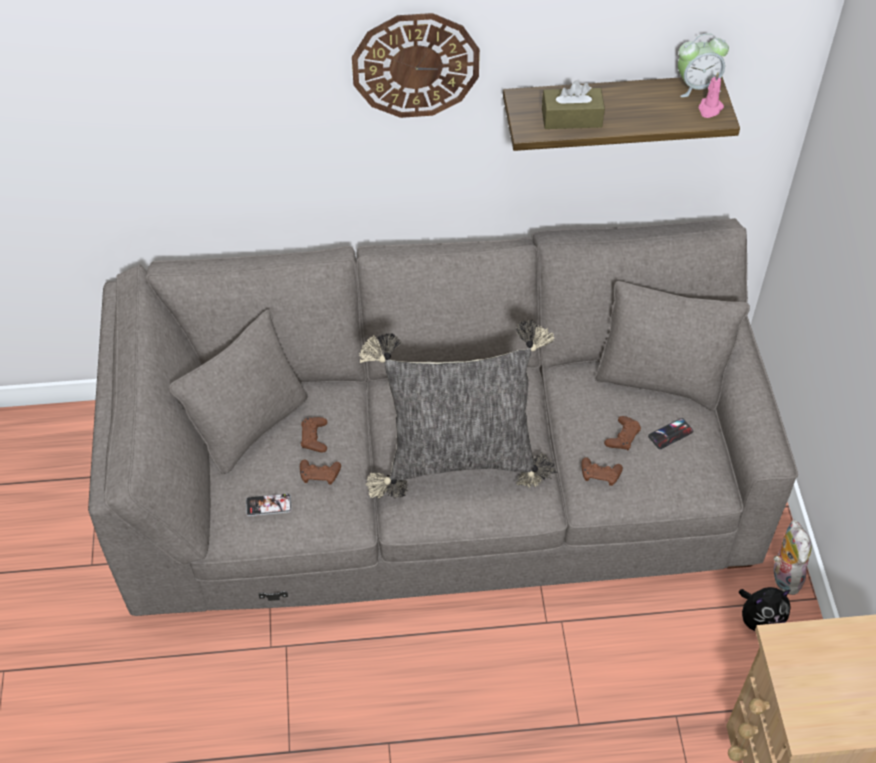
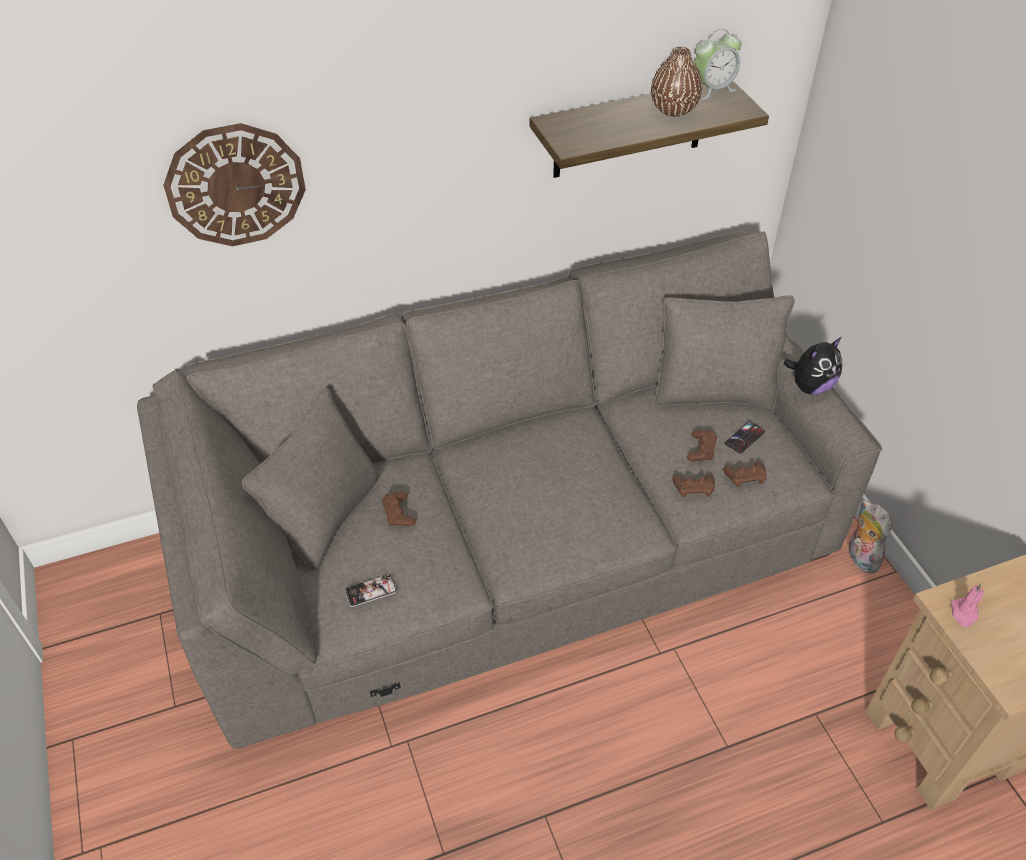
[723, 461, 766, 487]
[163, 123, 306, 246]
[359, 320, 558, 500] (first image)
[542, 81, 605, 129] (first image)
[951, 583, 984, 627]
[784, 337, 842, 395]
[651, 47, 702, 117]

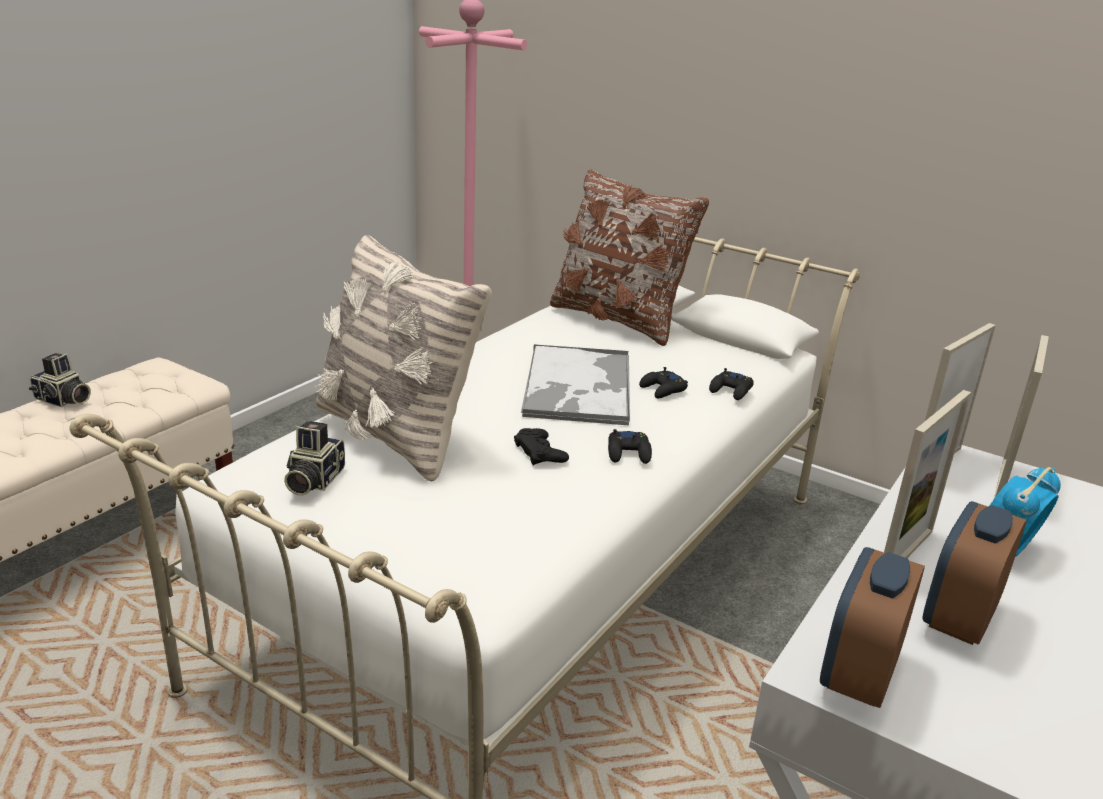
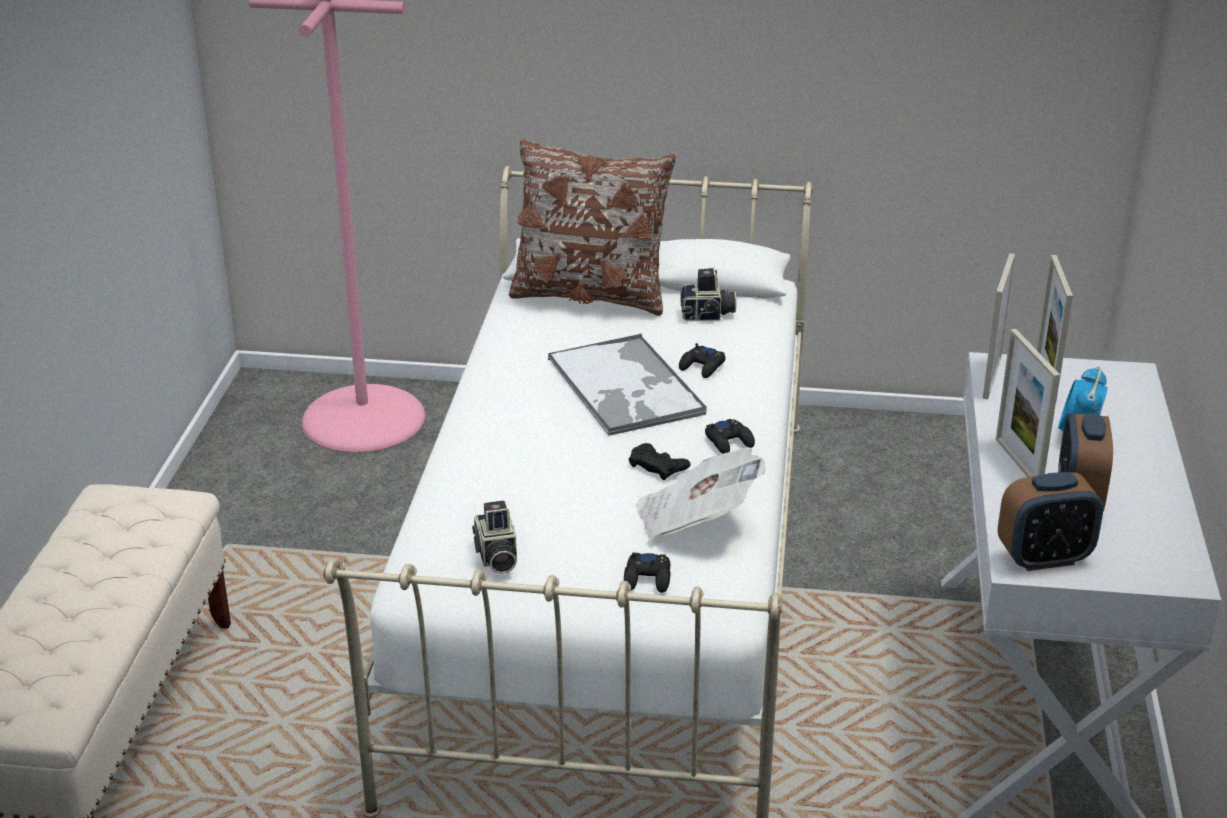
[680, 266, 736, 321]
[316, 235, 492, 481] (first image)
[624, 553, 671, 593]
[998, 472, 1103, 571]
[996, 329, 1060, 477]
[636, 448, 766, 538]

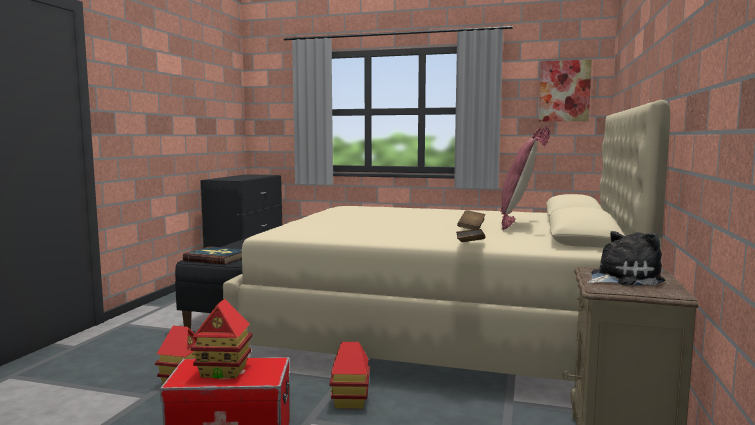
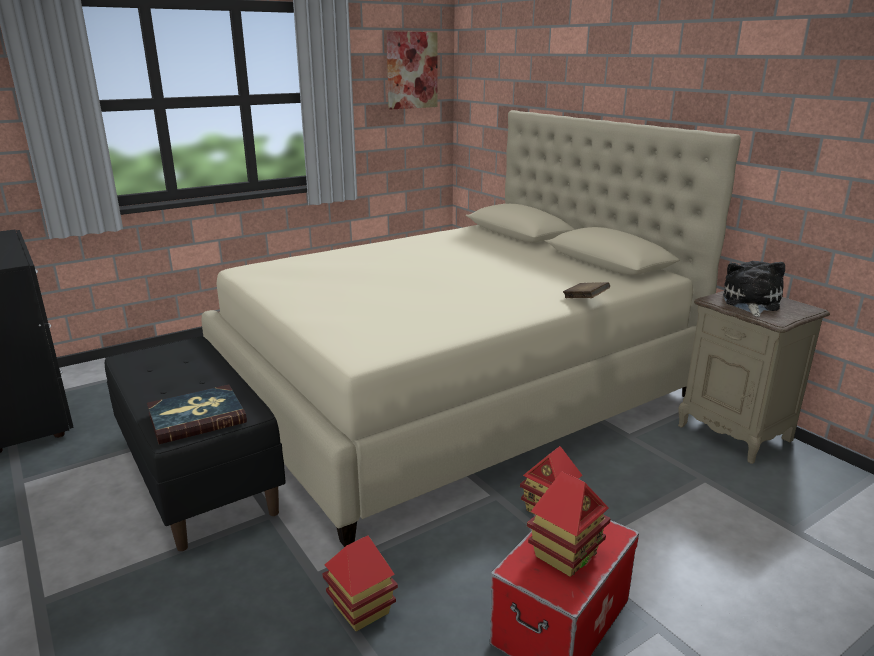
[457, 210, 486, 230] (first image)
[501, 126, 550, 231] (first image)

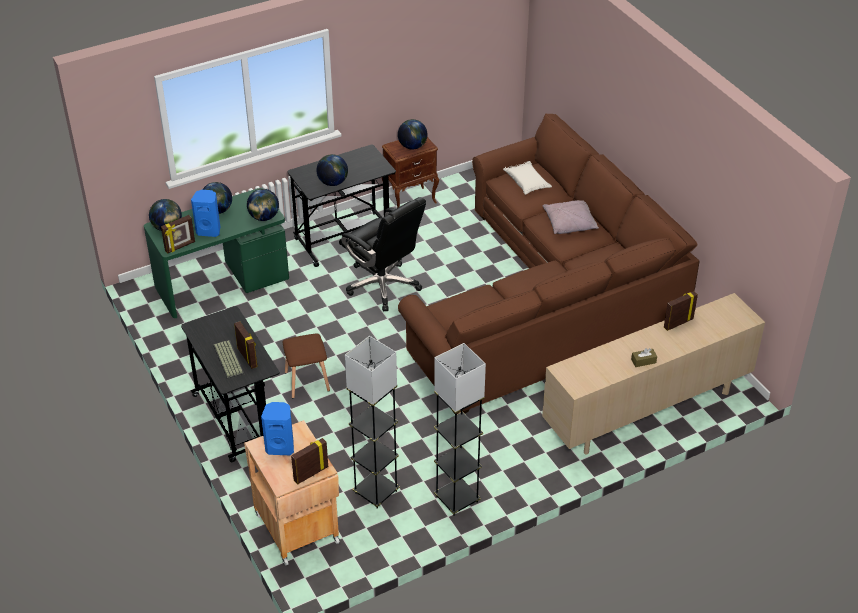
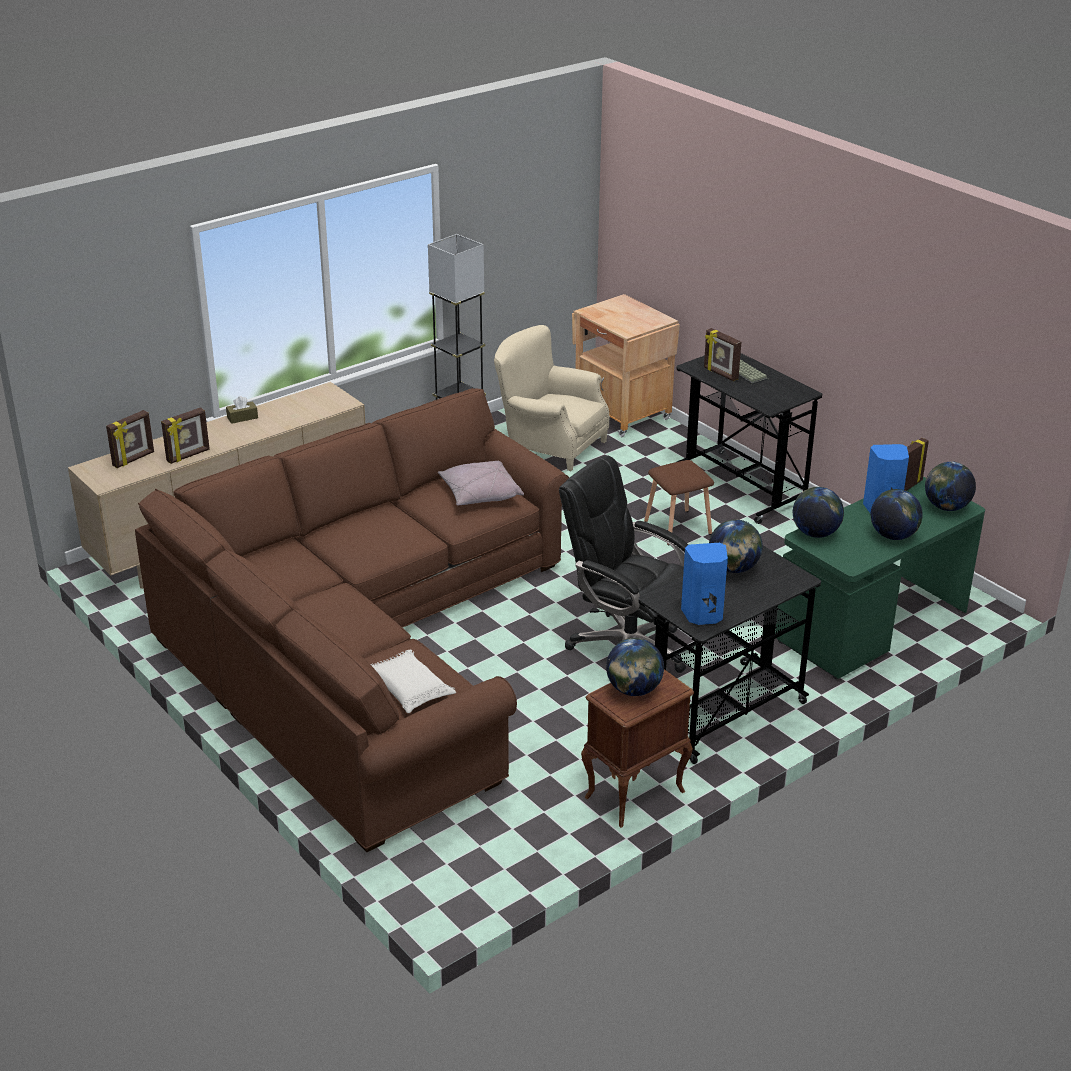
[681, 543, 728, 625]
[106, 410, 154, 468]
[494, 325, 609, 471]
[438, 461, 524, 506]

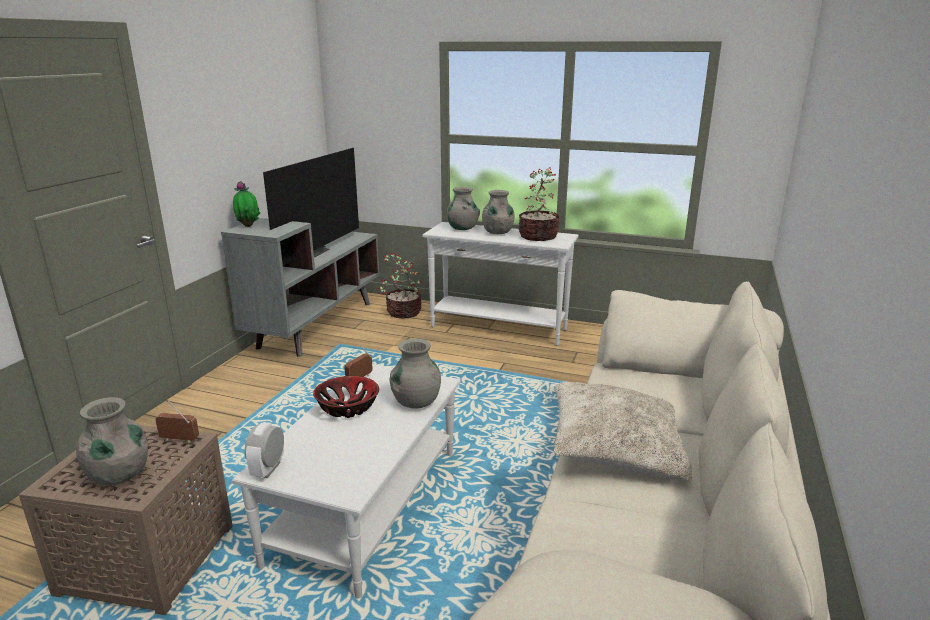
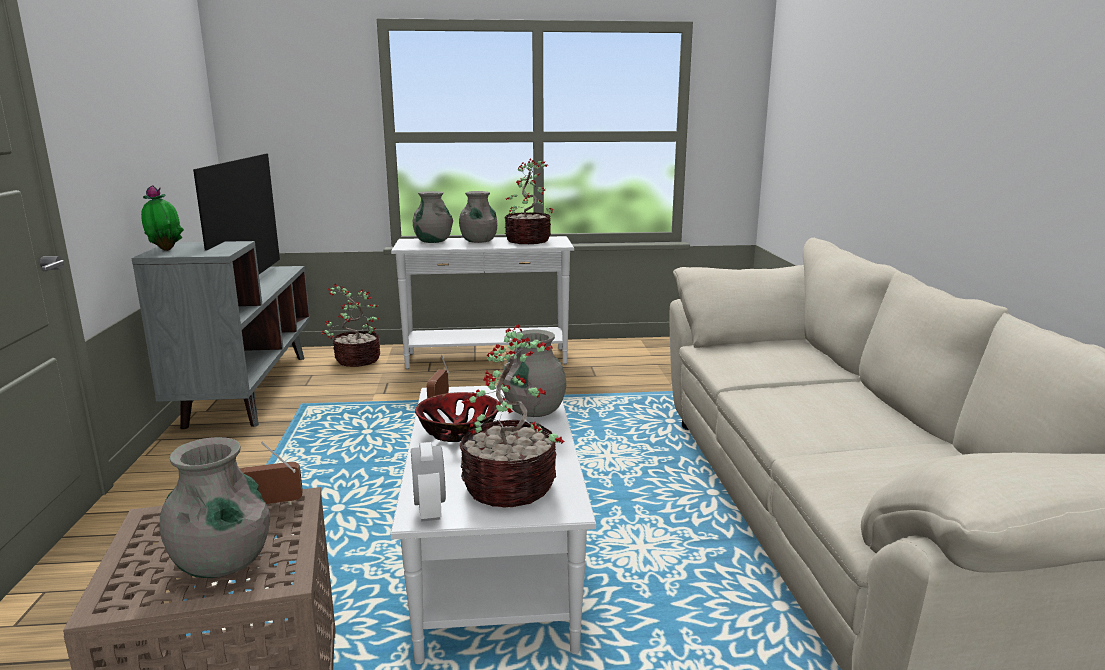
[554, 381, 692, 480] (first image)
[460, 324, 564, 508]

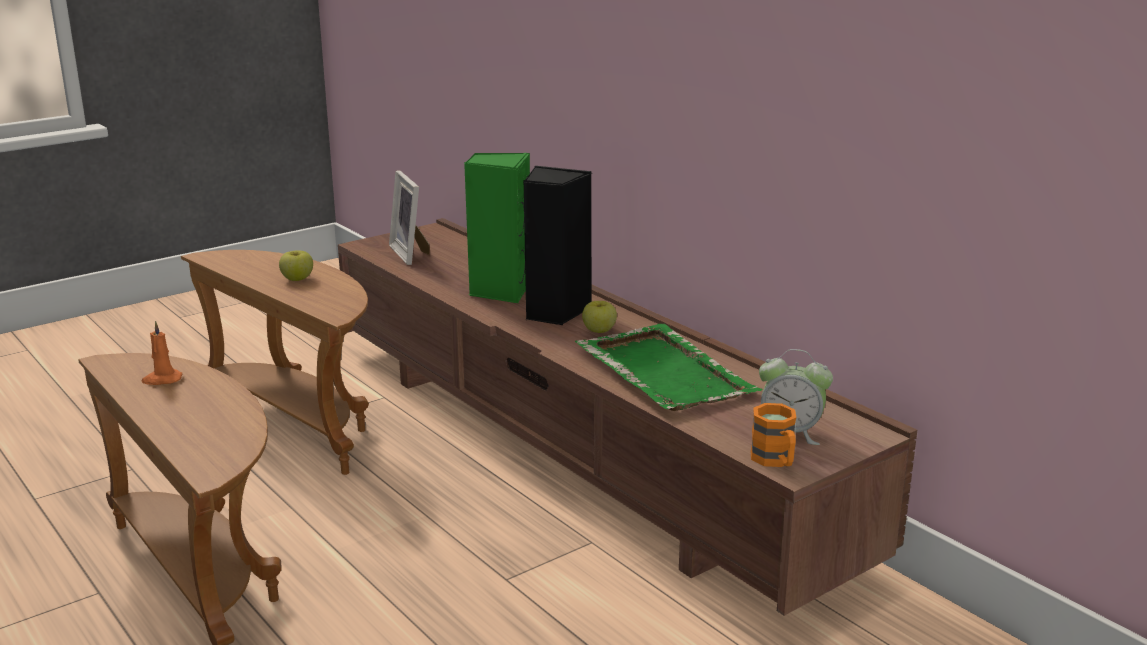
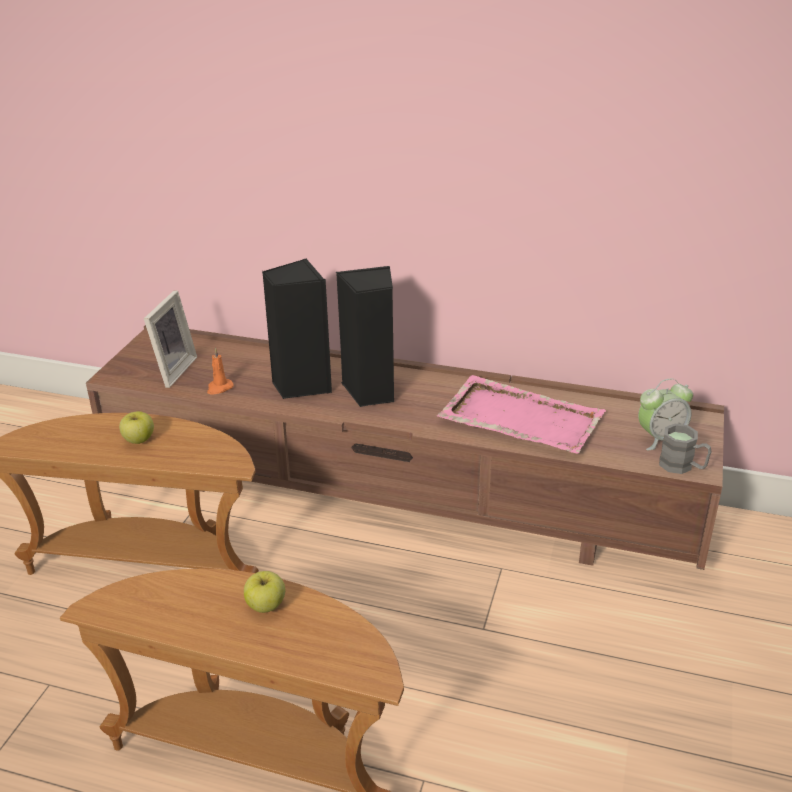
[207, 348, 234, 394]
[144, 290, 197, 388]
[262, 259, 332, 399]
[437, 375, 606, 454]
[244, 571, 285, 613]
[659, 424, 712, 474]

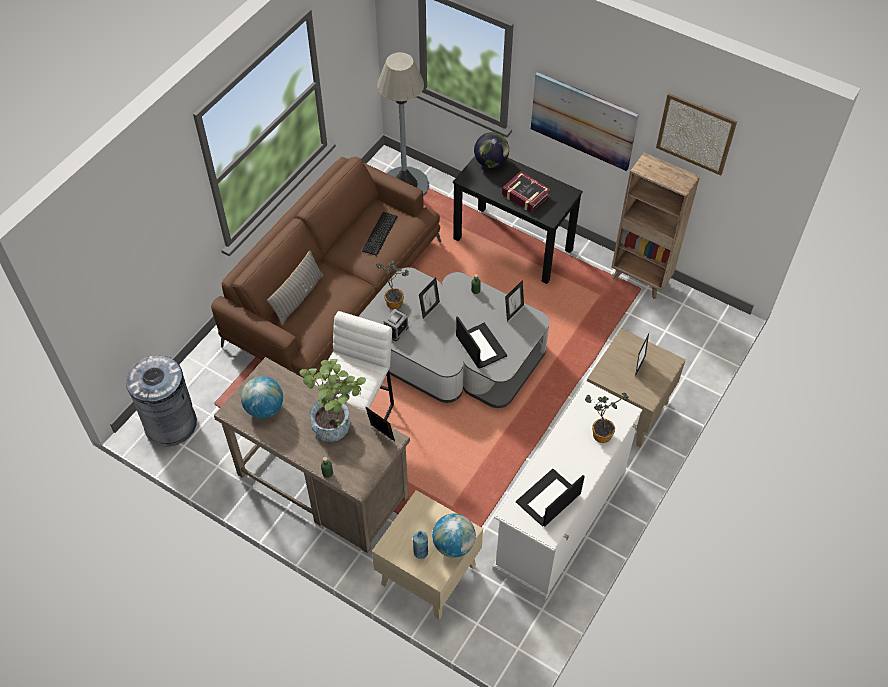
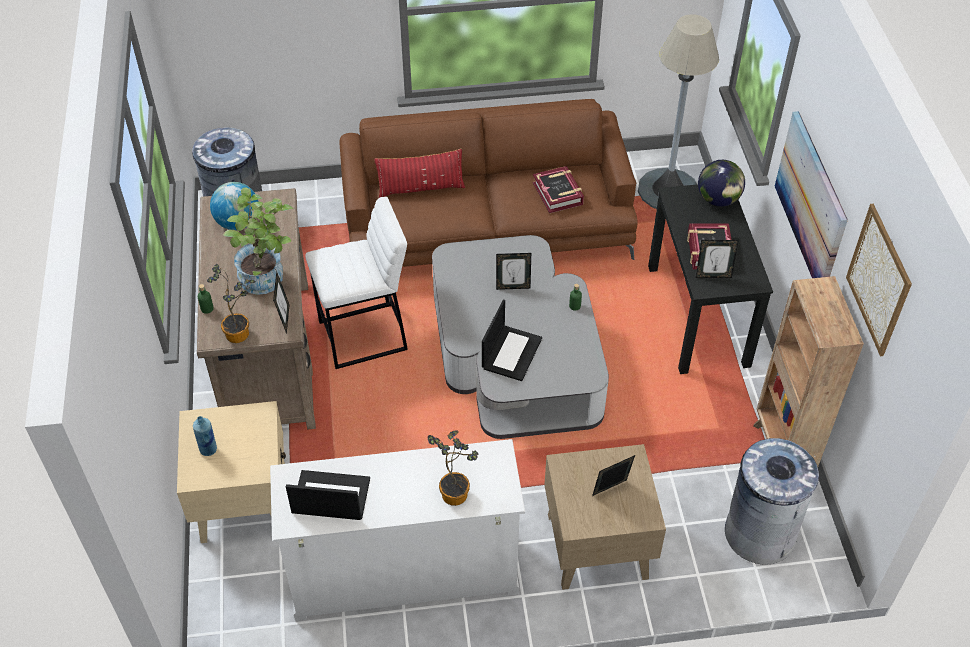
[374, 149, 465, 198]
[533, 166, 584, 213]
[207, 264, 256, 343]
[384, 309, 409, 341] (first image)
[432, 514, 476, 558] (first image)
[696, 240, 739, 278]
[725, 438, 819, 565]

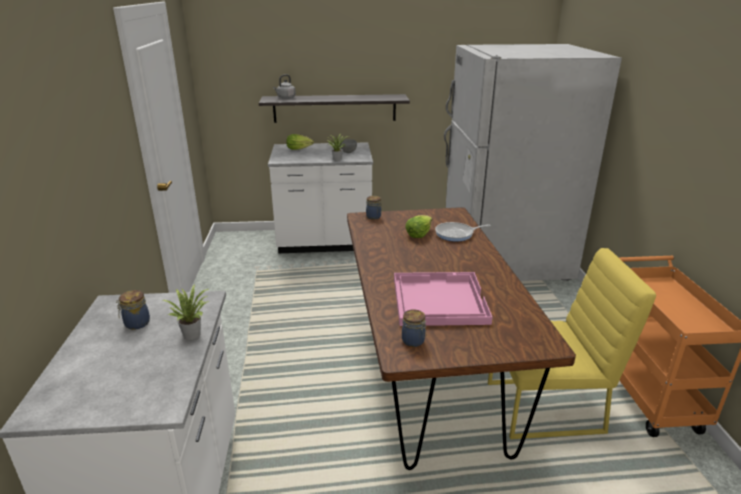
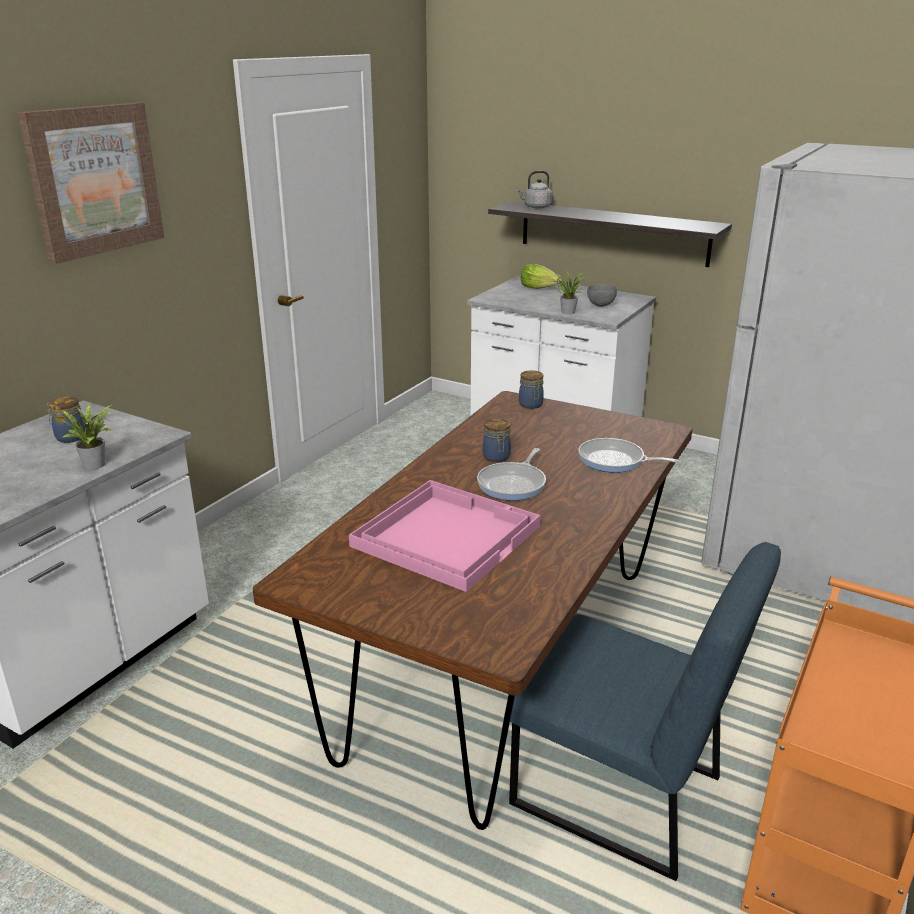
[483, 418, 511, 462]
[405, 215, 432, 238] (first image)
[509, 542, 781, 881]
[18, 102, 164, 264]
[477, 448, 546, 501]

